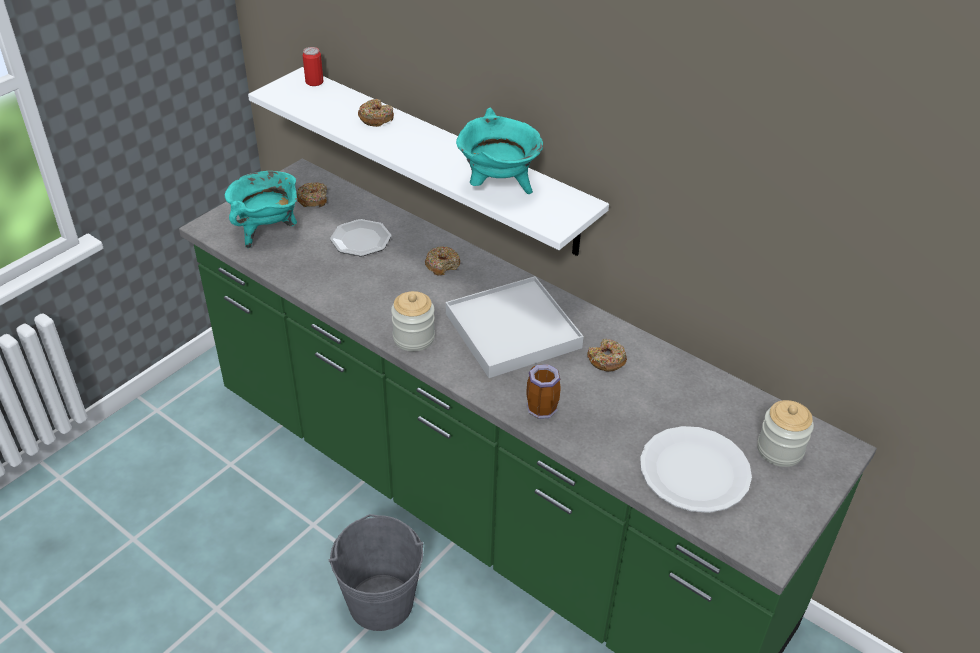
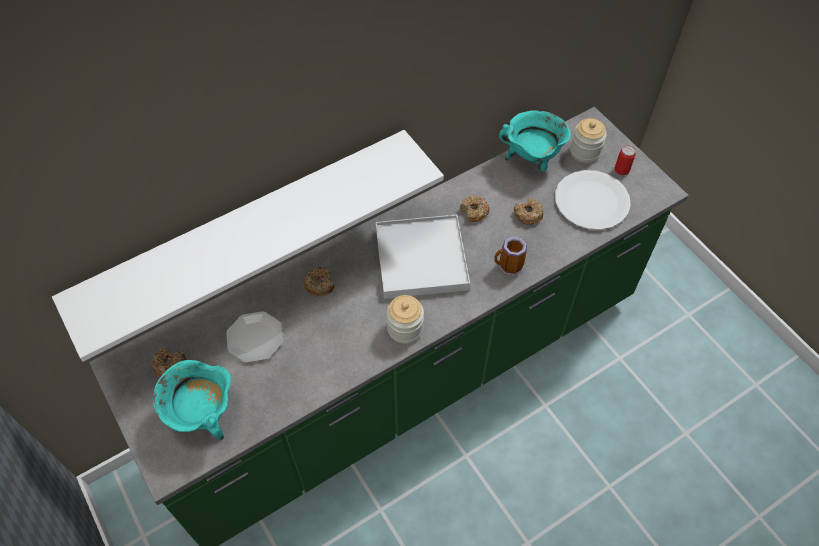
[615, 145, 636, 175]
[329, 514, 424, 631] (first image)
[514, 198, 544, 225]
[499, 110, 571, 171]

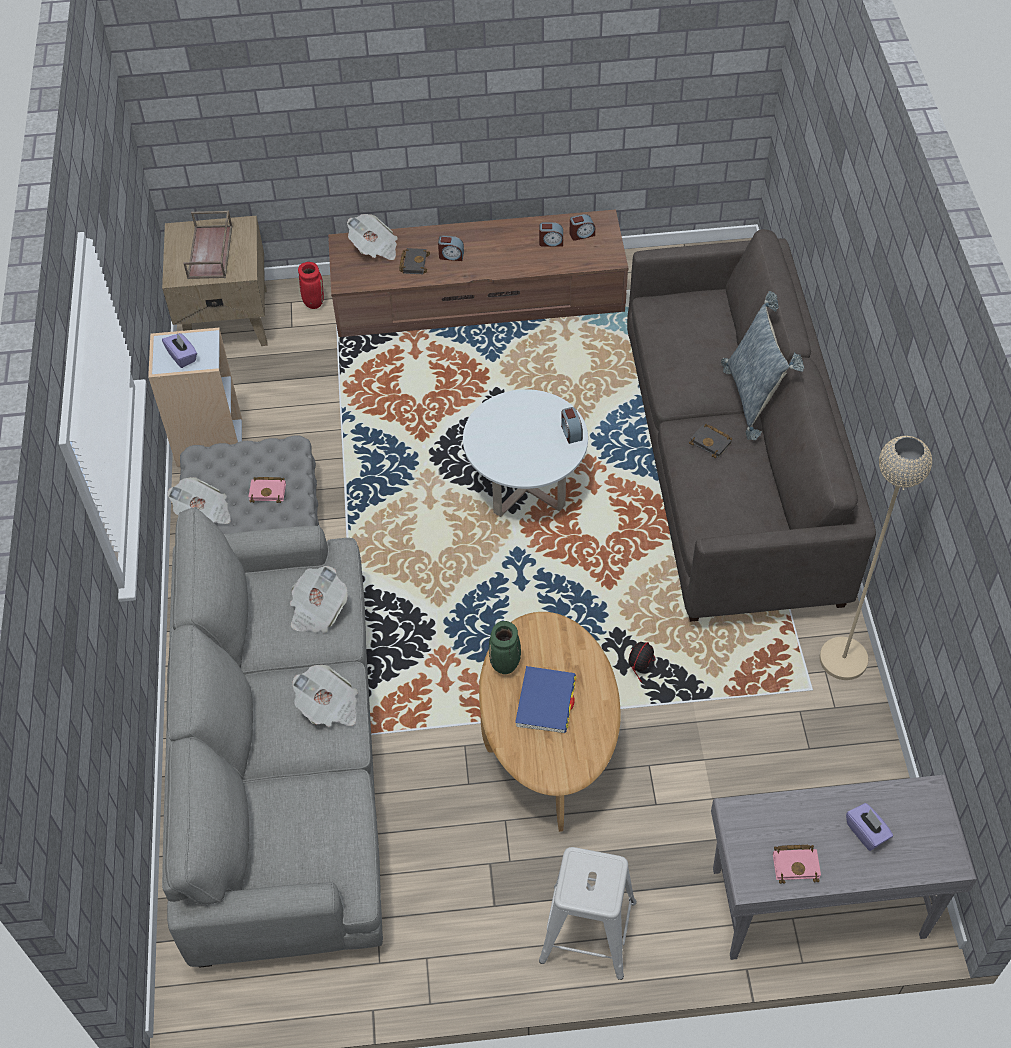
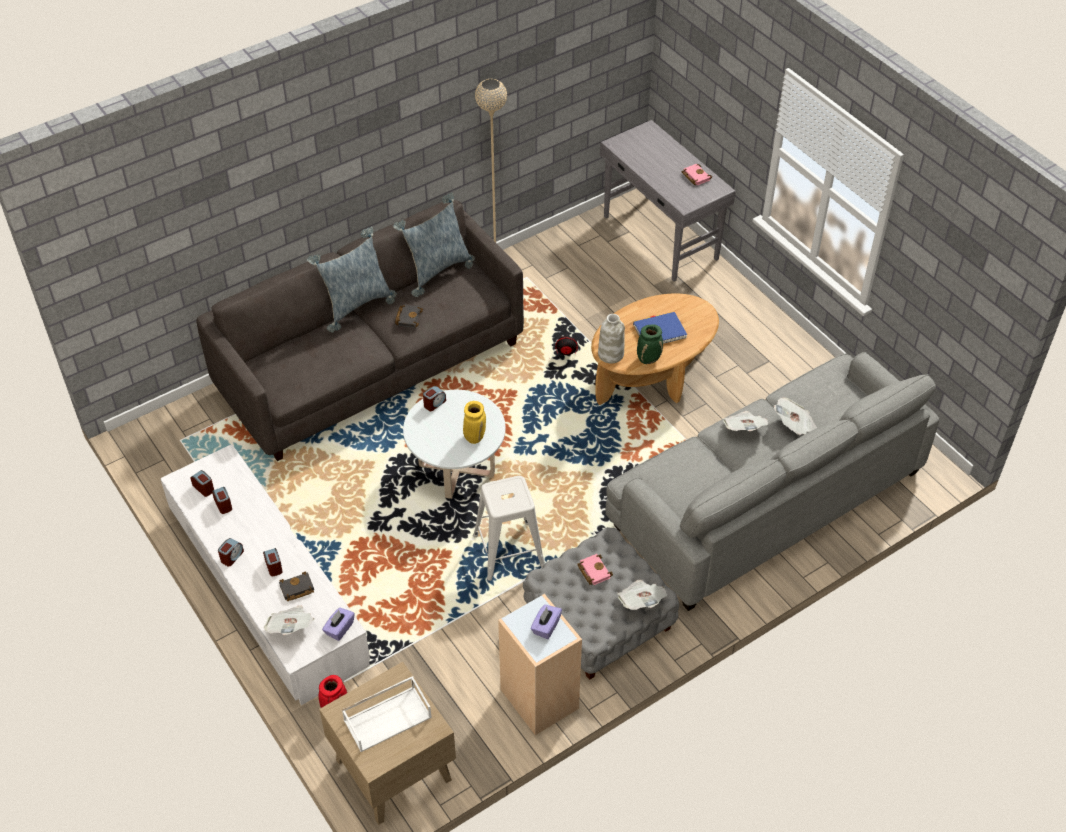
[342, 676, 432, 752]
[774, 397, 817, 435]
[161, 444, 370, 705]
[473, 476, 545, 581]
[322, 608, 355, 641]
[218, 538, 244, 566]
[393, 192, 476, 297]
[463, 401, 486, 444]
[598, 314, 625, 363]

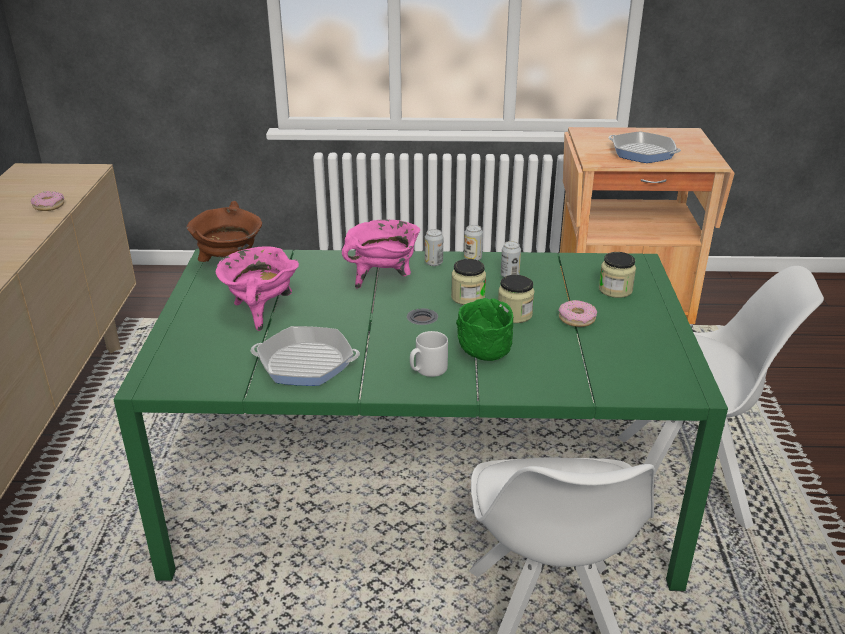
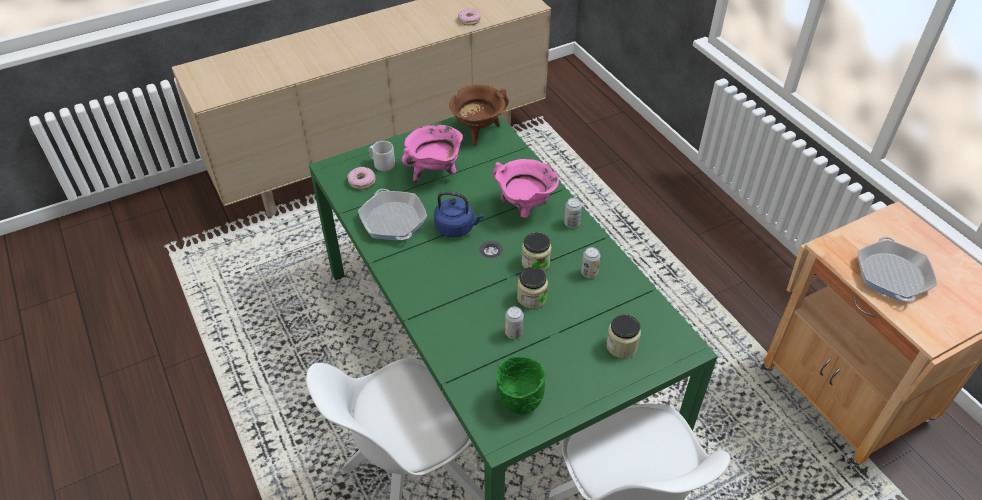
[369, 141, 395, 171]
[497, 356, 546, 415]
[505, 307, 524, 339]
[347, 167, 376, 189]
[434, 191, 484, 237]

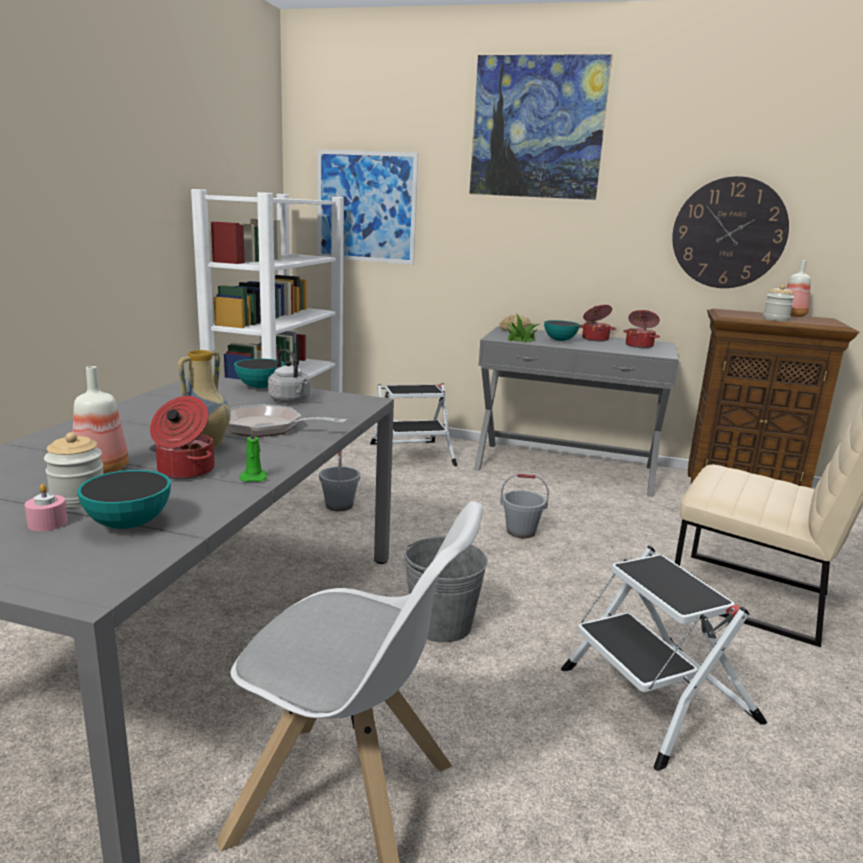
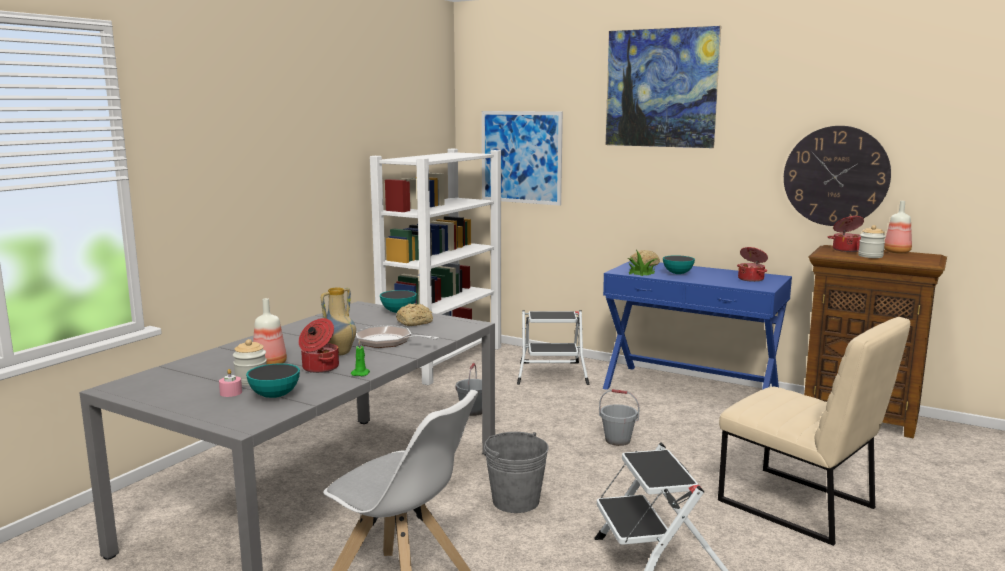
[396, 303, 433, 326]
[603, 261, 792, 390]
[828, 216, 864, 252]

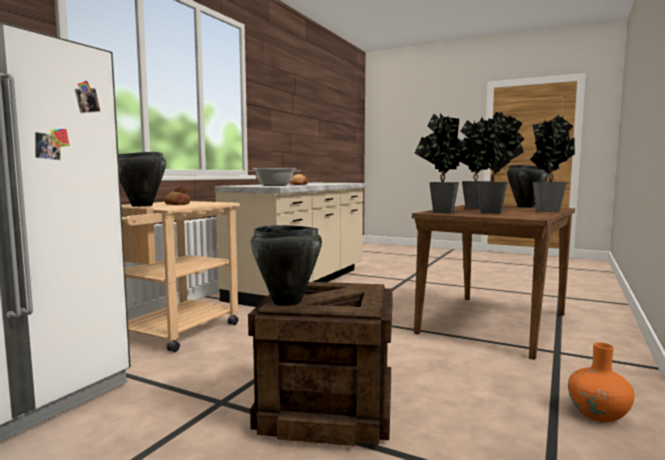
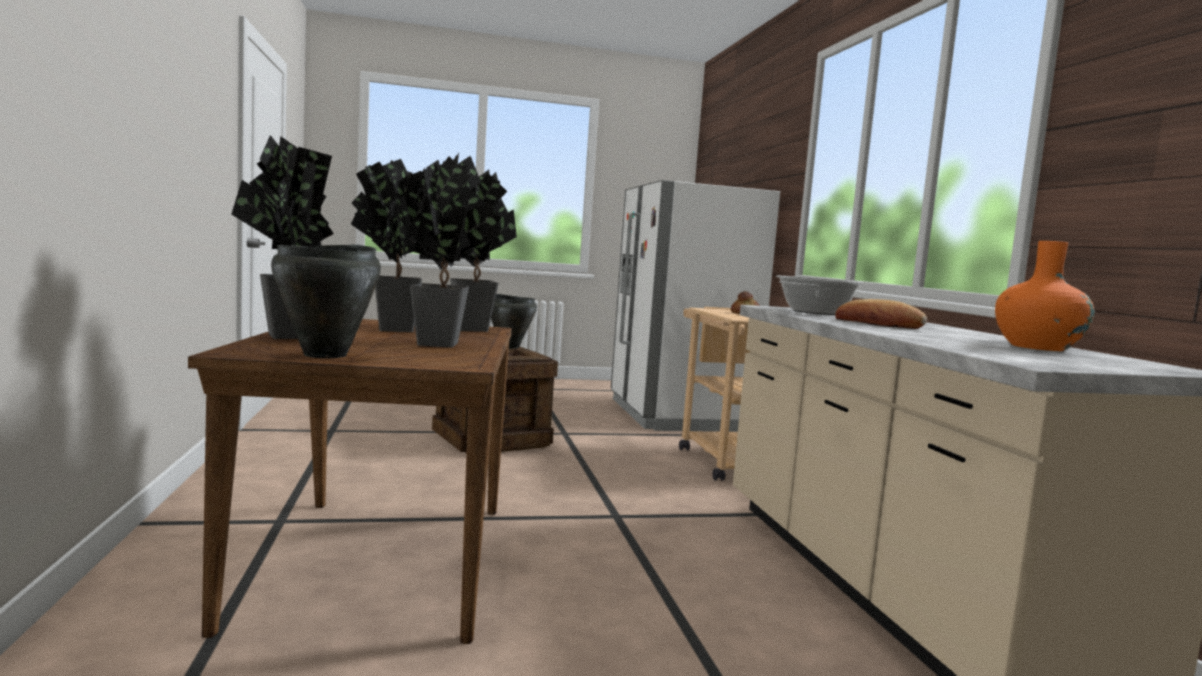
[118, 152, 166, 207] (first image)
[995, 241, 1094, 351]

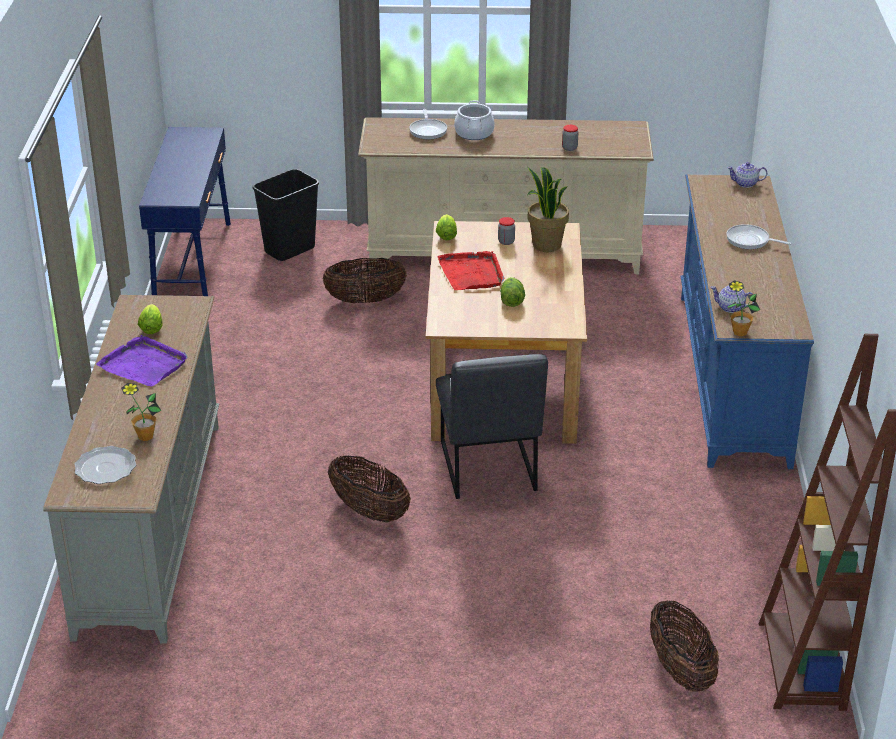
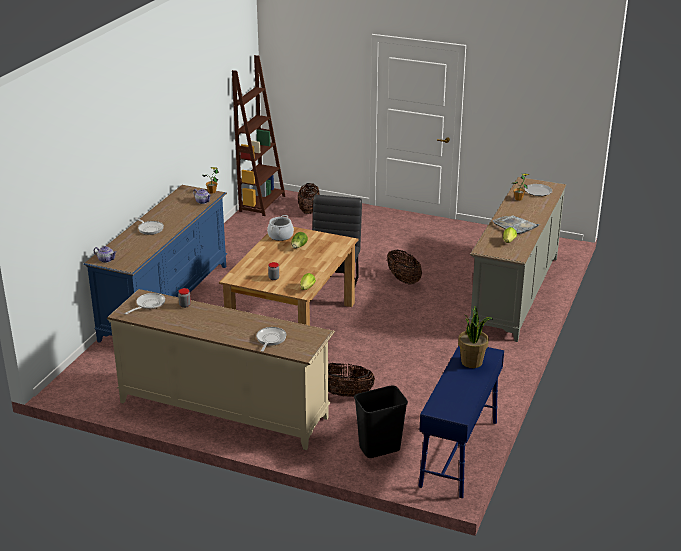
[493, 215, 541, 234]
[437, 251, 504, 290] (first image)
[267, 215, 294, 241]
[458, 306, 494, 368]
[125, 293, 165, 314]

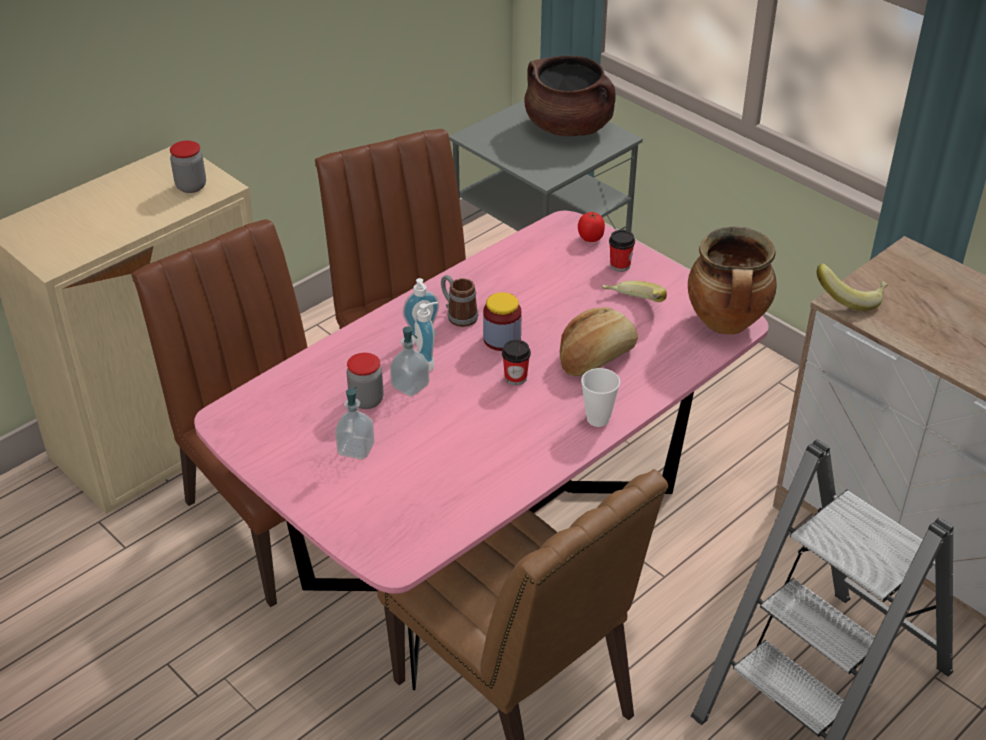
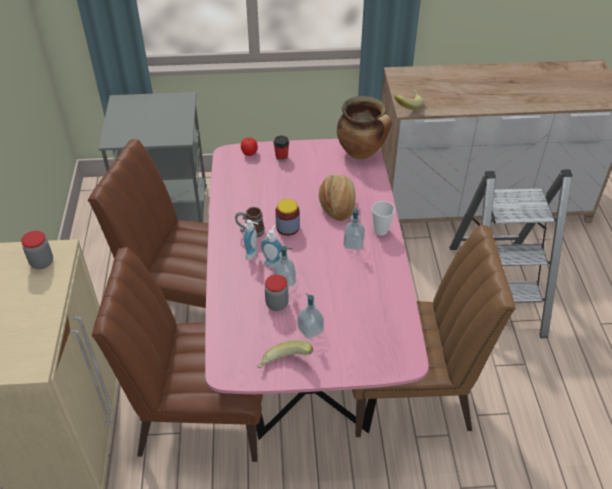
[502, 340, 531, 385] (first image)
[524, 56, 616, 136] (first image)
[257, 340, 313, 368]
[343, 208, 365, 250]

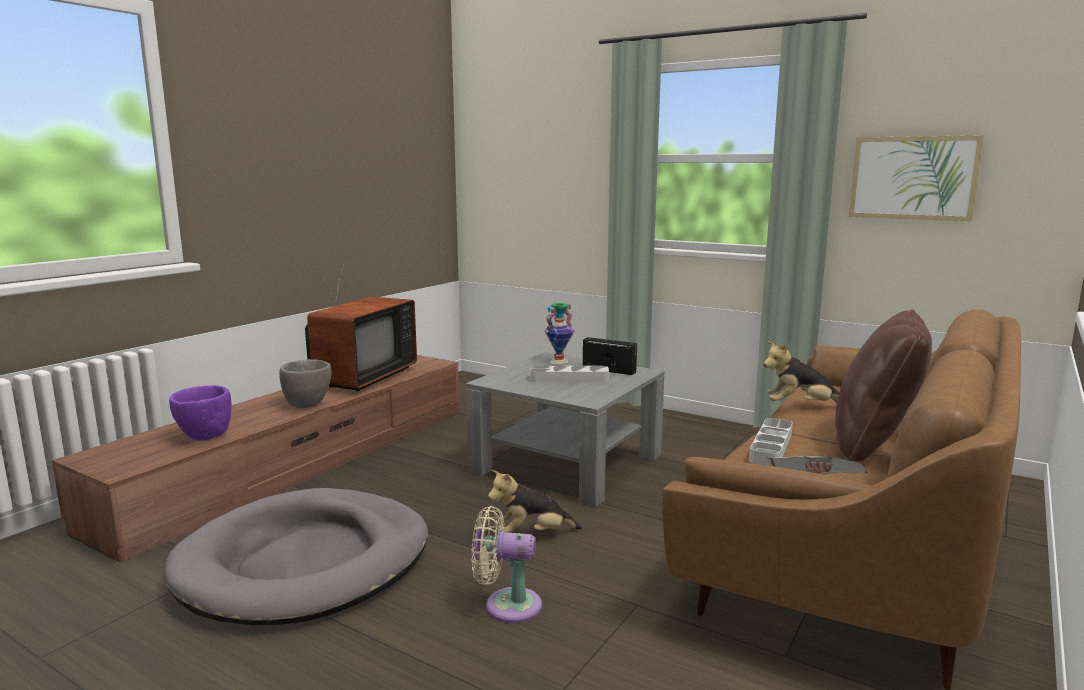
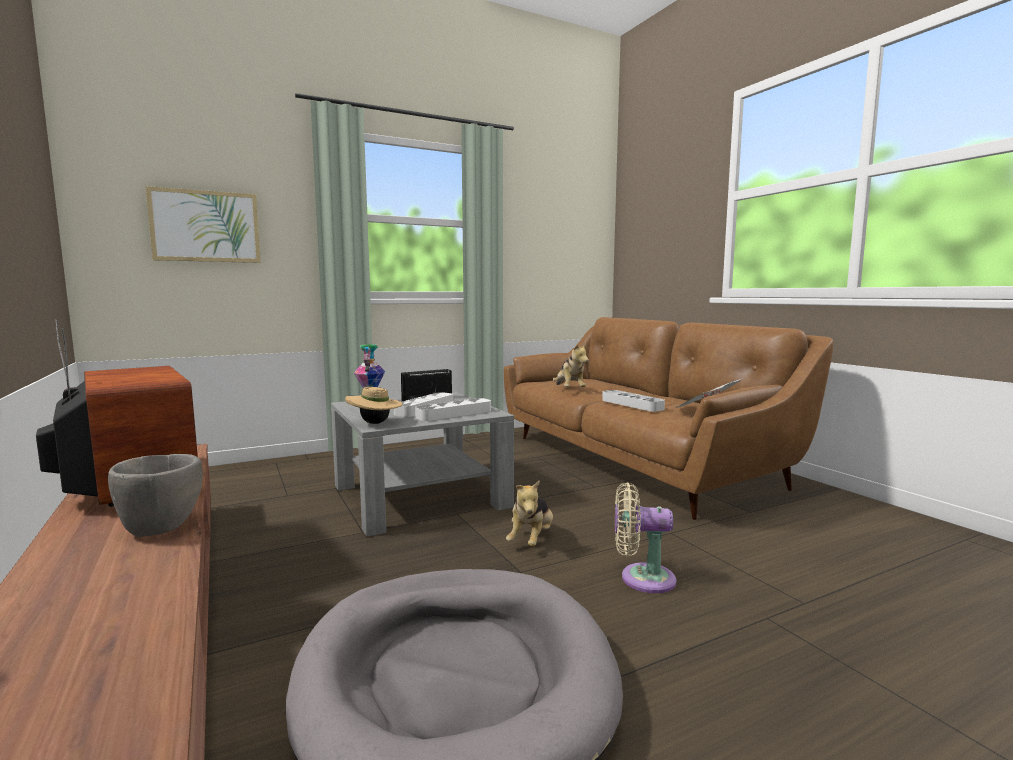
[169, 385, 231, 441] (first image)
[615, 482, 676, 593]
[553, 343, 589, 387]
[835, 309, 932, 461] (first image)
[145, 186, 261, 263]
[345, 387, 403, 424]
[415, 398, 491, 421]

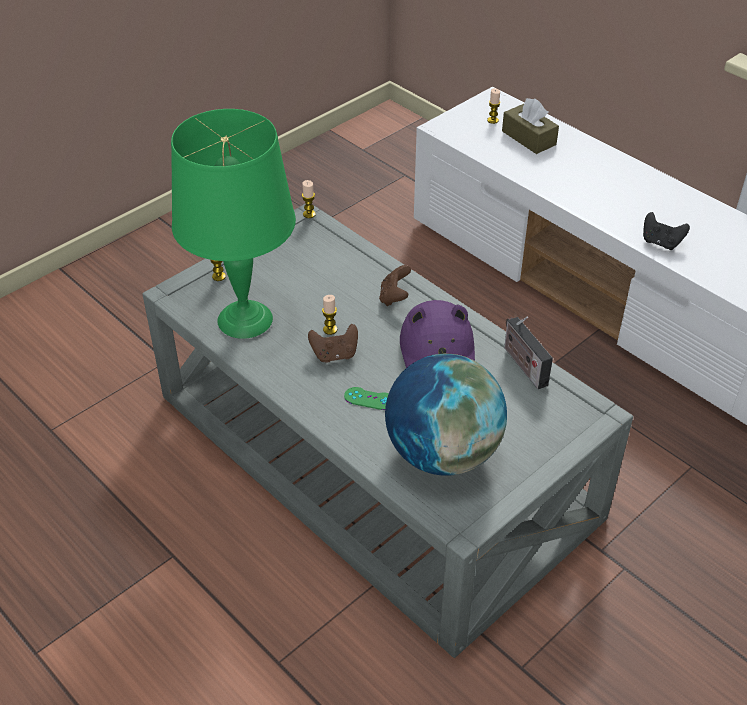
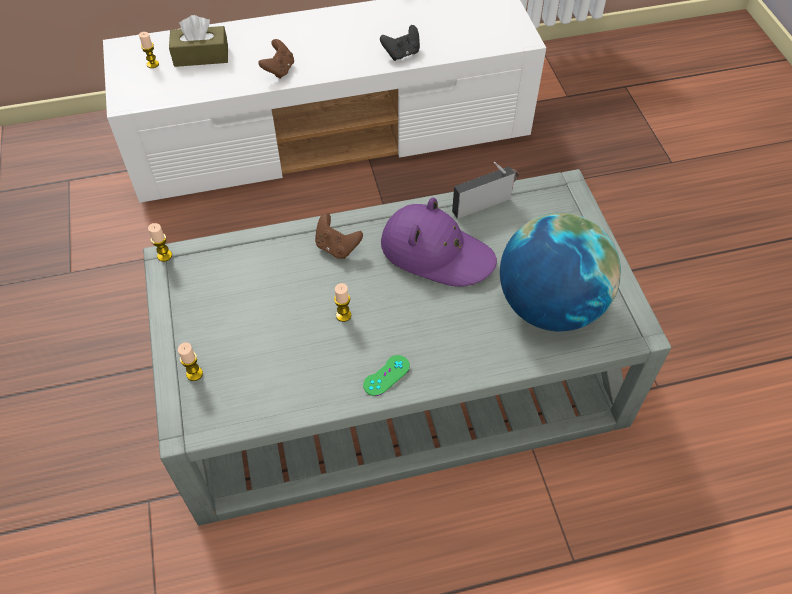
[171, 109, 296, 339] (first image)
[258, 39, 294, 79]
[363, 355, 410, 396]
[452, 162, 519, 219]

